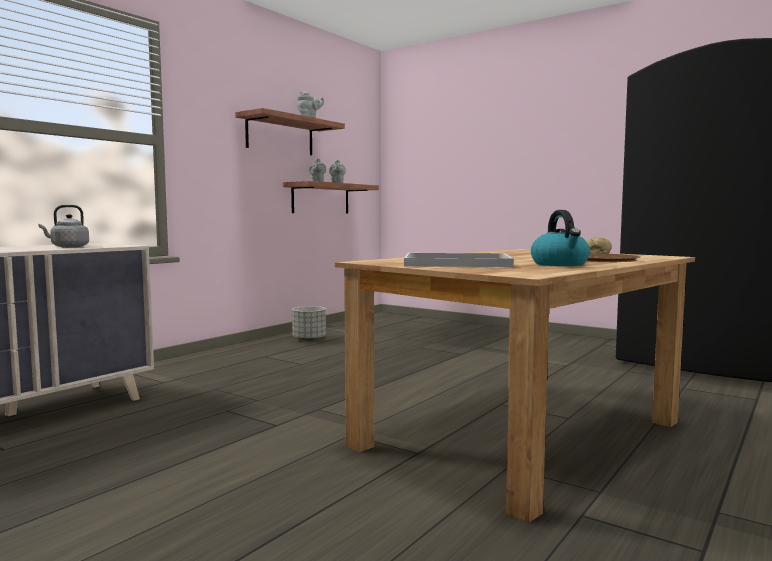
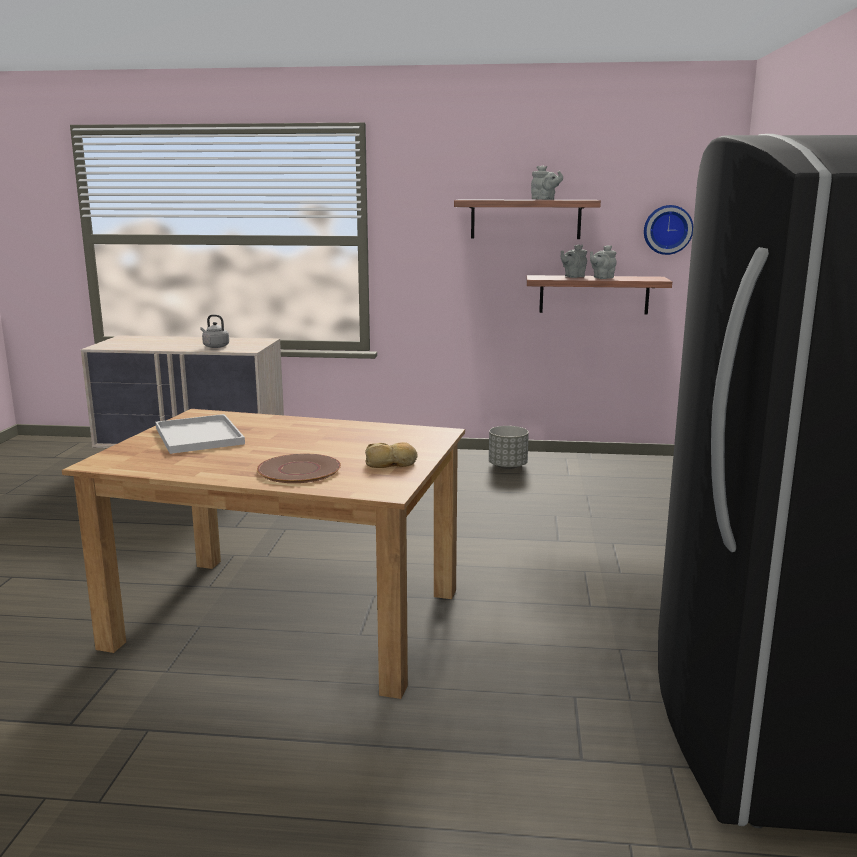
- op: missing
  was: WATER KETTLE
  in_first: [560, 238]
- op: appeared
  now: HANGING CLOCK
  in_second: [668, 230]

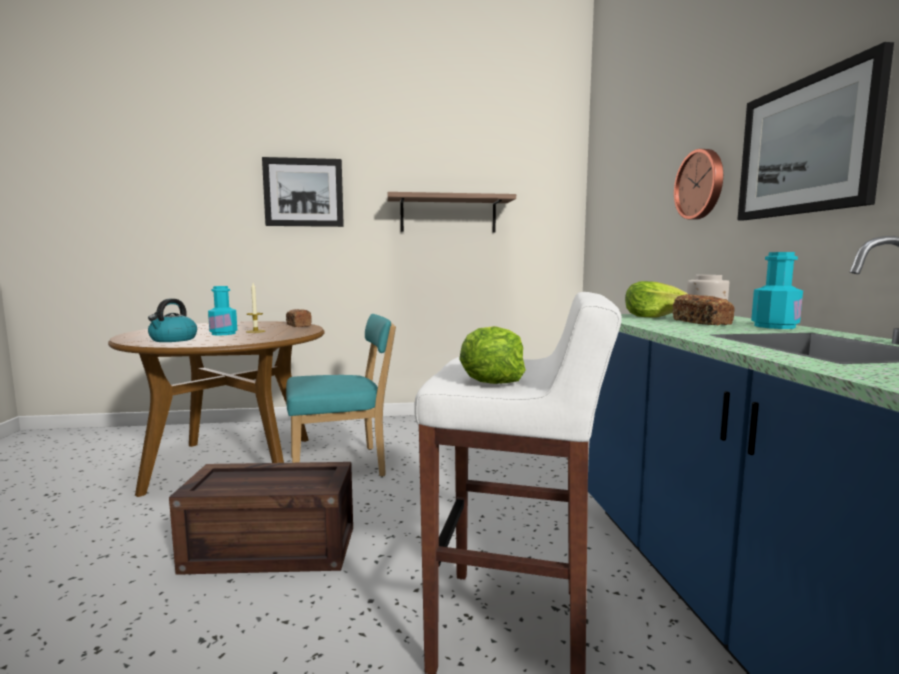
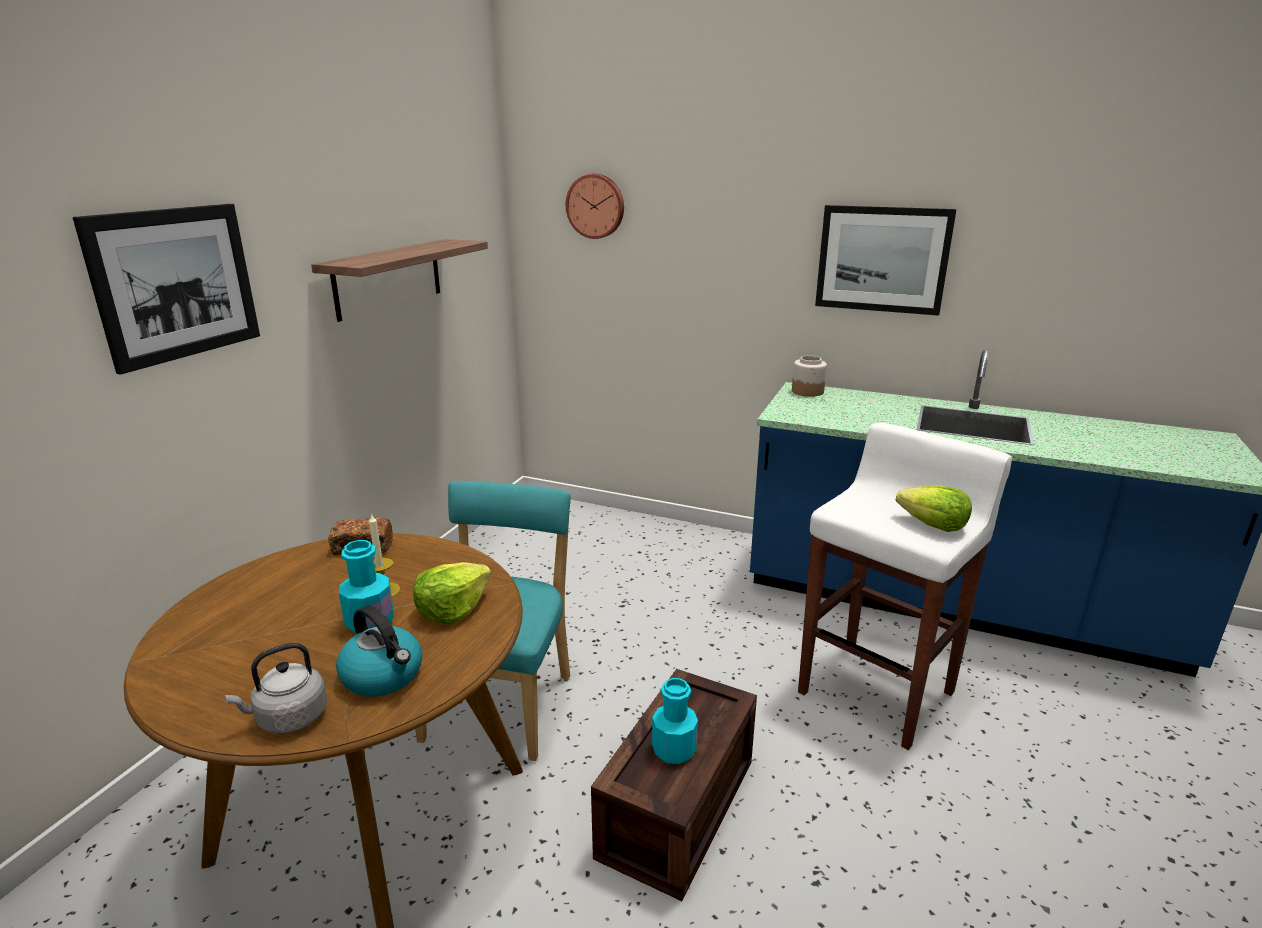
- op: relocated
  was: LETTUCE HEAD
  in_first: [657, 299]
  in_second: [452, 593]
- op: missing
  was: BREAD
  in_first: [704, 309]
- op: relocated
  was: HANGING CLOCK
  in_first: [698, 184]
  in_second: [595, 206]
- op: relocated
  was: TURQUOISE BEVERAGE BOTTLE
  in_first: [777, 290]
  in_second: [675, 721]
- op: appeared
  now: GREYISH WATER KETTLE
  in_second: [276, 688]

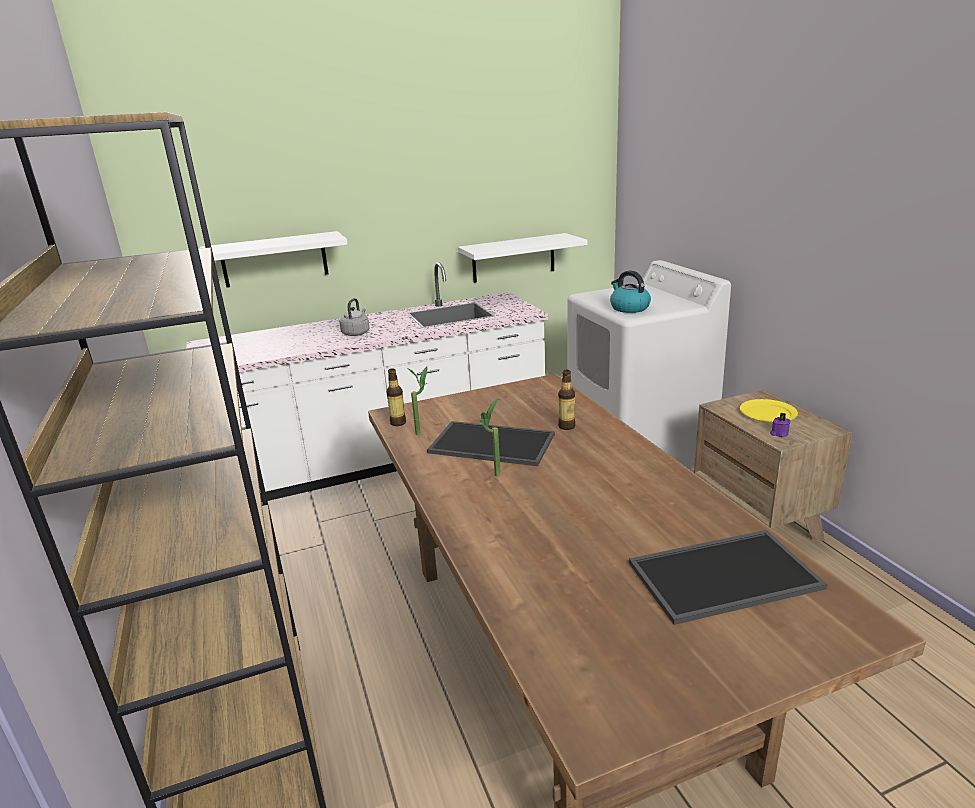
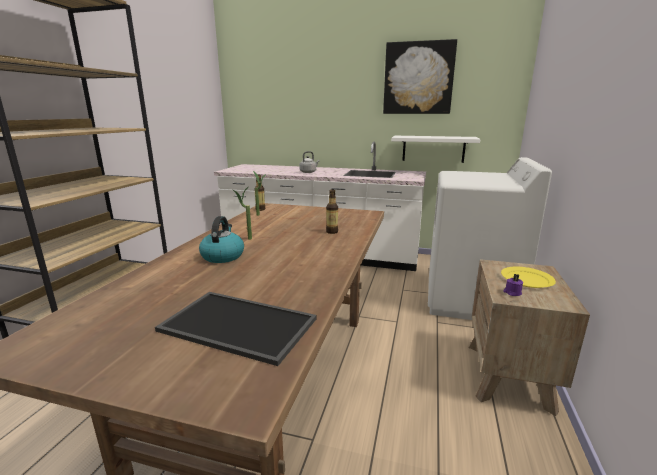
- op: missing
  was: WHITE-COLOURED WALL SHELF
  in_first: [274, 259]
- op: missing
  was: CARRYING TRAY
  in_first: [491, 443]
- op: relocated
  was: WATER KETTLE
  in_first: [630, 291]
  in_second: [221, 239]
- op: appeared
  now: PICTURE
  in_second: [420, 76]

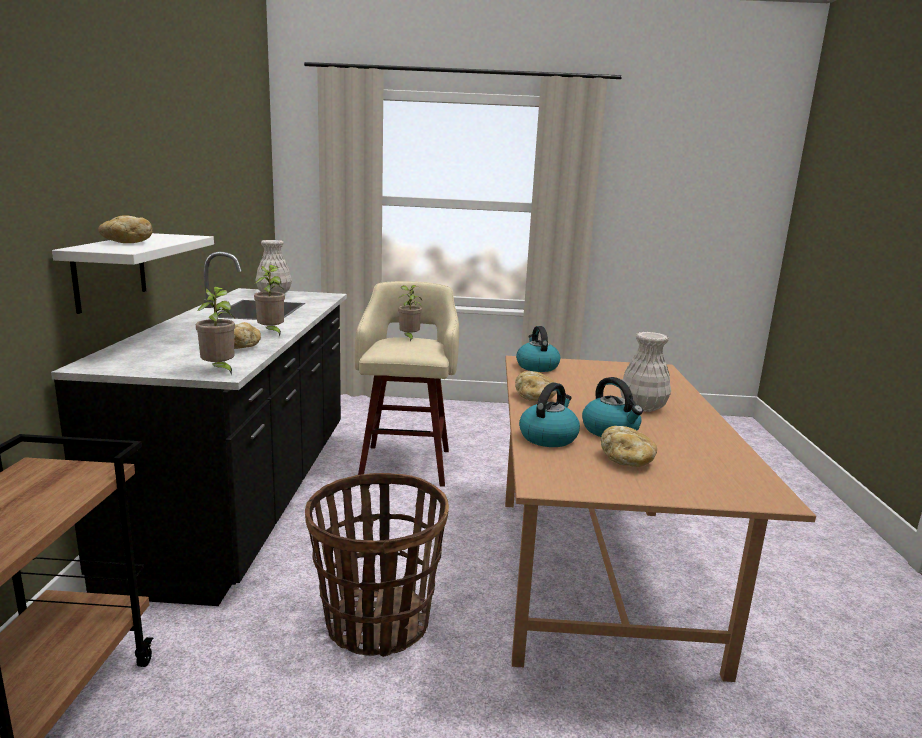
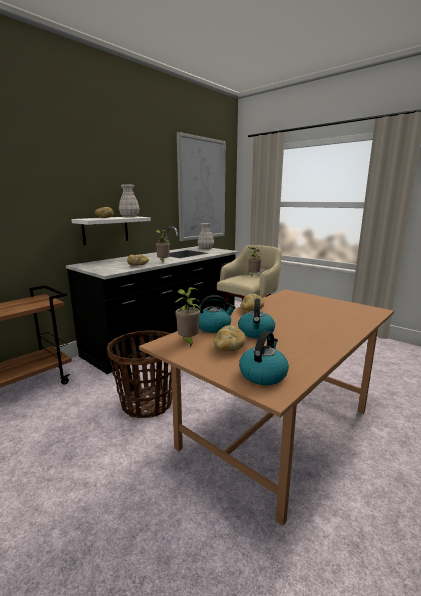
- op: relocated
  was: PLANT IN A POT
  in_first: [215, 331]
  in_second: [187, 317]
- op: relocated
  was: WATER KETTLE
  in_first: [538, 349]
  in_second: [264, 358]
- op: relocated
  was: WHITE-COLOURED DECORATIVE VASE
  in_first: [645, 372]
  in_second: [129, 200]
- op: appeared
  now: PICTURE
  in_second: [201, 186]

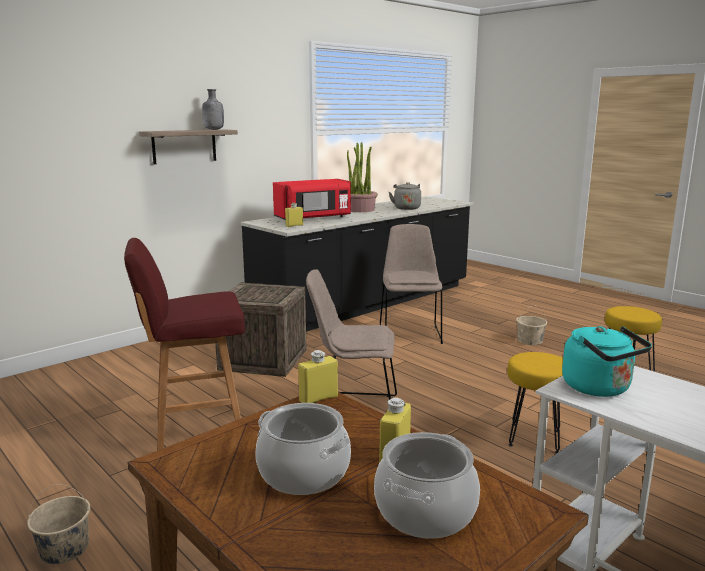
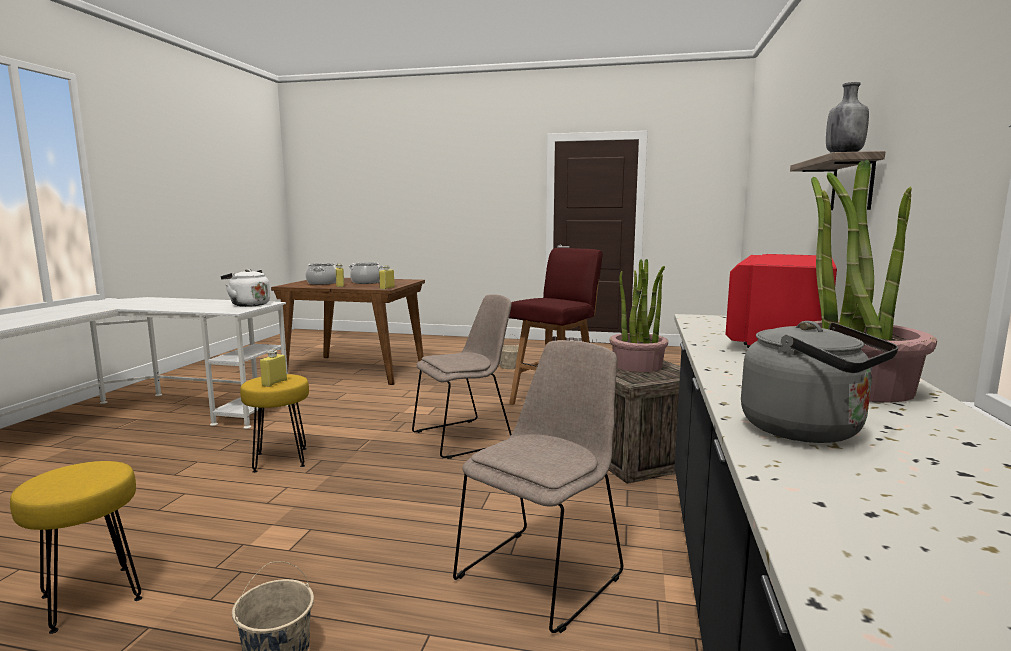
- op: relocated
  was: YELLOWISH BEVERAGE BOTTLE
  in_first: [294, 215]
  in_second: [273, 368]
- op: spun
  was: SAND-COLOURED UPRIGHT CHAIR
  in_first: [411, 284]
  in_second: [538, 486]
  clockwise: -105
- op: colour
  was: TURQUOISE WATER KETTLE
  now: WHITE-COLOURED WATER KETTLE
  in_first: [607, 361]
  in_second: [245, 288]
- op: appeared
  now: PLANT IN A POT
  in_second: [639, 315]

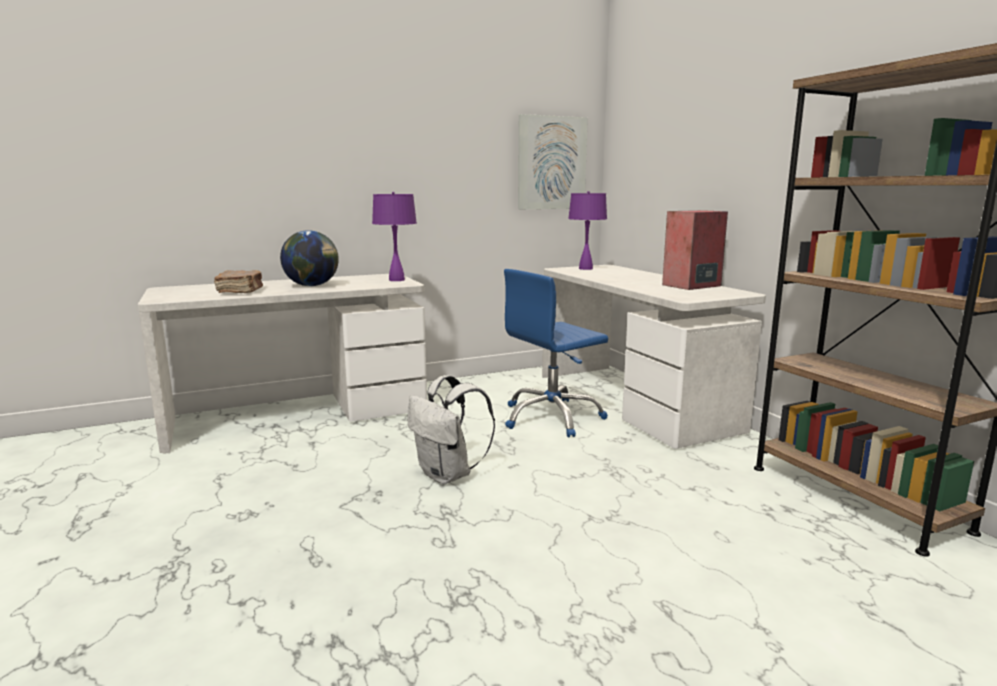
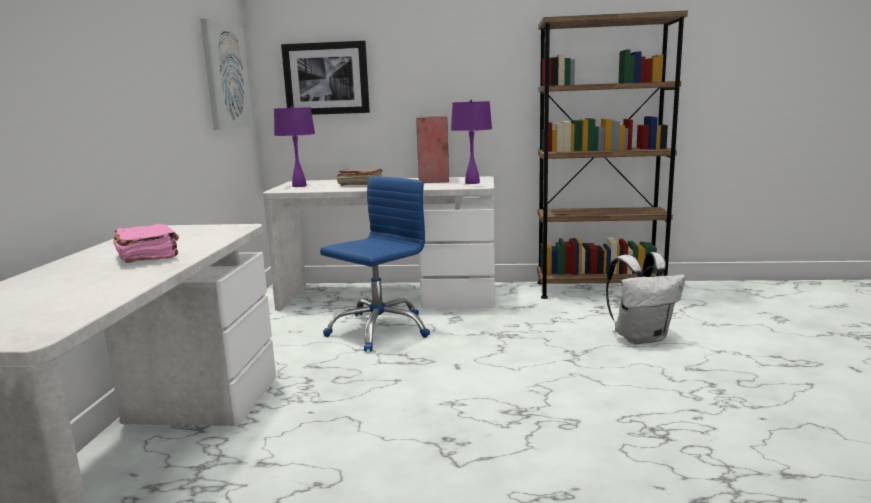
- op: relocated
  was: BROWN-COLOURED VOLUME
  in_first: [238, 281]
  in_second: [360, 177]
- op: exchanged
  was: GLOBE
  now: PINK-COLOURED VOLUME
  in_first: [309, 258]
  in_second: [146, 243]
- op: relocated
  was: PURPLE LAMP FOR A TABLE
  in_first: [394, 236]
  in_second: [471, 142]
- op: relocated
  was: WHITE-COLOURED KNAPSACK
  in_first: [451, 429]
  in_second: [645, 298]
- op: spun
  was: BLUE DESK CHAIR
  in_first: [556, 353]
  in_second: [375, 263]
  clockwise: -135
- op: appeared
  now: PICTURE
  in_second: [325, 78]

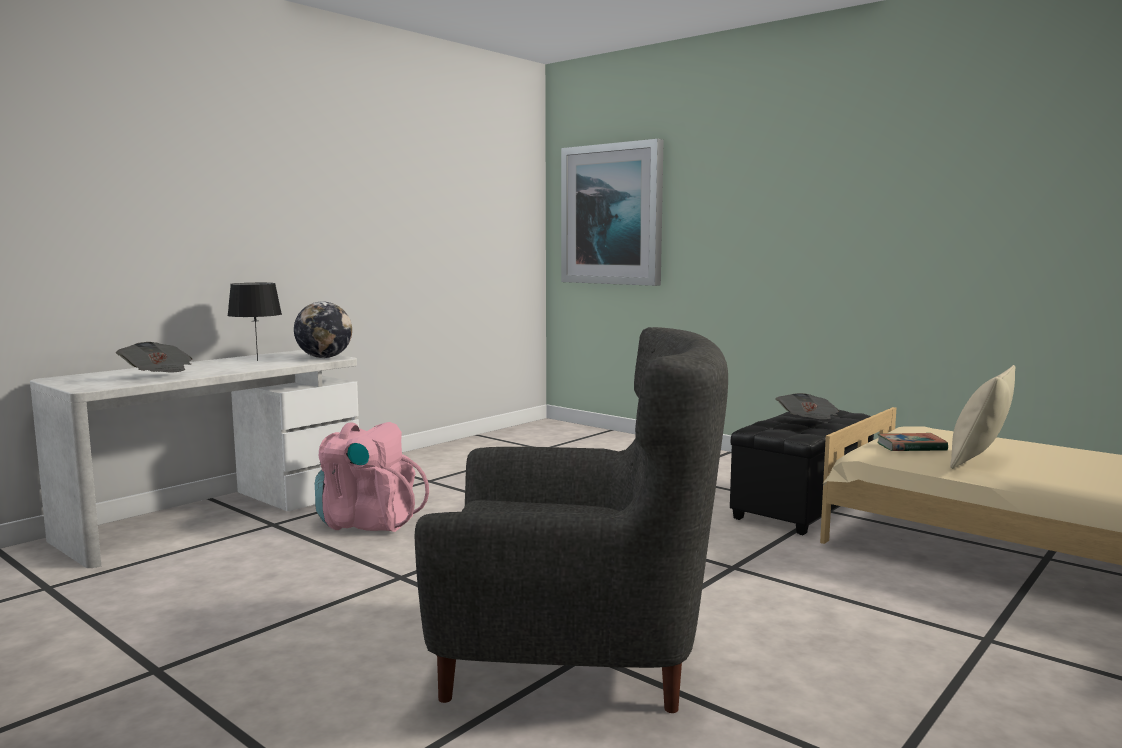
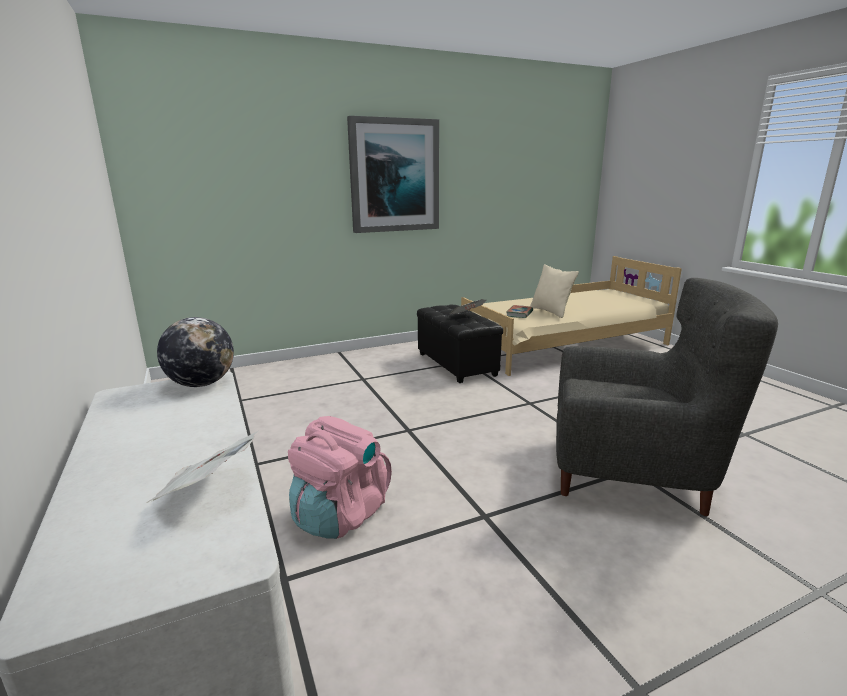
- op: missing
  was: BLACK LAMP FOR A TABLE
  in_first: [254, 322]
- op: spun
  was: GREYISH ARMCHAIR
  in_first: [571, 520]
  in_second: [667, 397]
  clockwise: 75
- op: relocated
  was: PICTURE
  in_first: [612, 212]
  in_second: [393, 174]

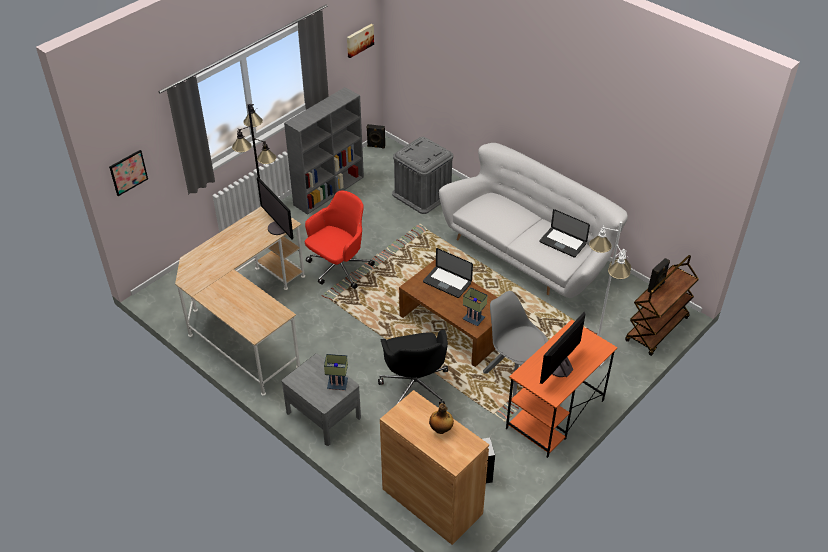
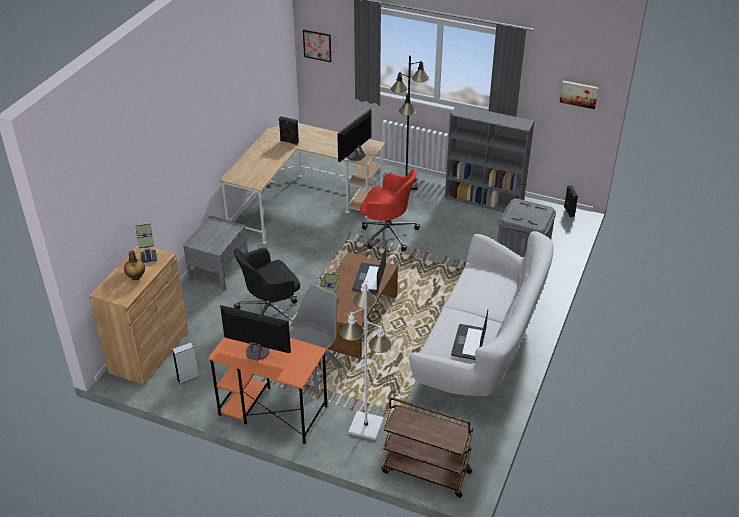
- op: relocated
  was: LAMP FOR A TABLE
  in_first: [336, 372]
  in_second: [146, 244]
- op: relocated
  was: BLACK AUDIO SPEAKER
  in_first: [659, 276]
  in_second: [289, 130]

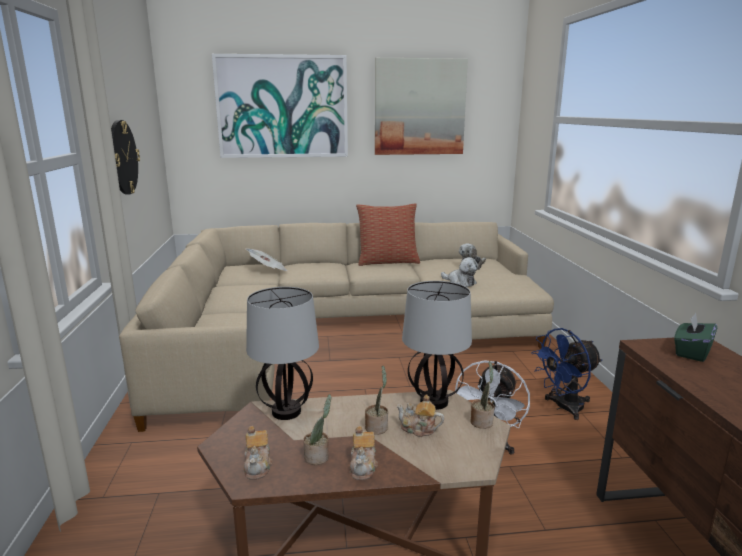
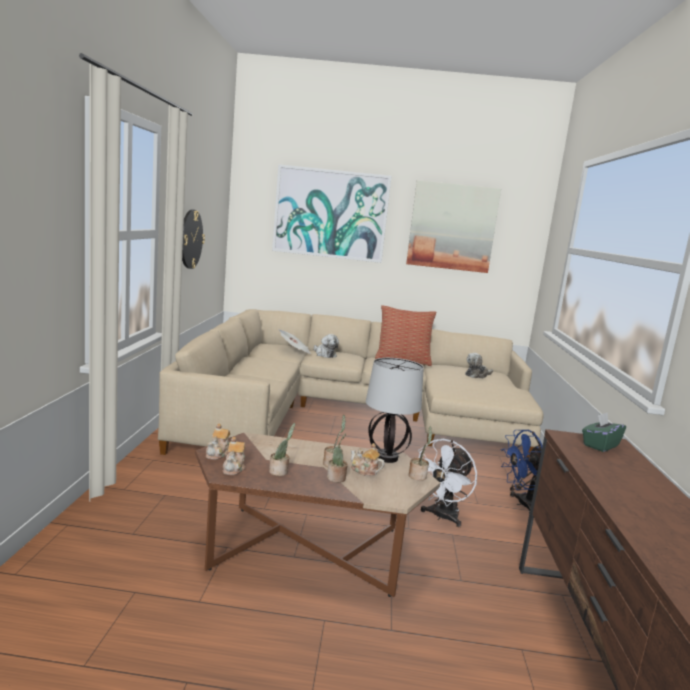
- op: missing
  was: LAMP FOR A TABLE
  in_first: [282, 353]
- op: relocated
  was: POT FOR TEA
  in_first: [364, 453]
  in_second: [218, 442]
- op: relocated
  was: SOFT TOY
  in_first: [459, 272]
  in_second: [326, 346]
- op: appeared
  now: PLANT IN A POT
  in_second: [337, 458]

